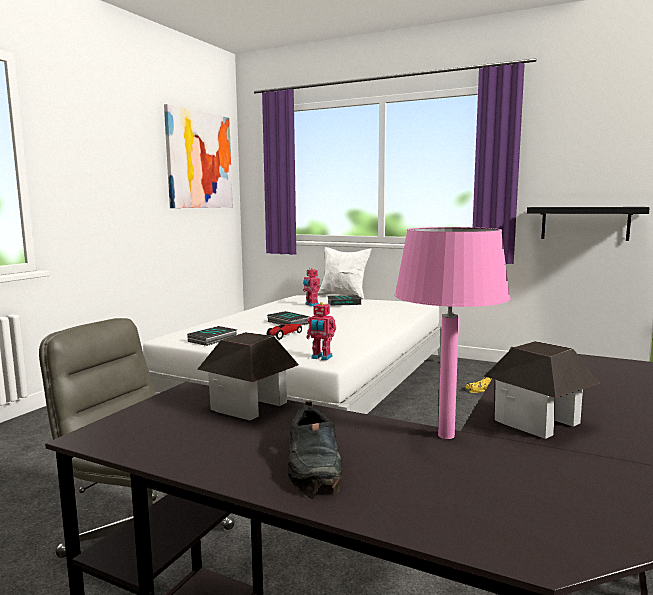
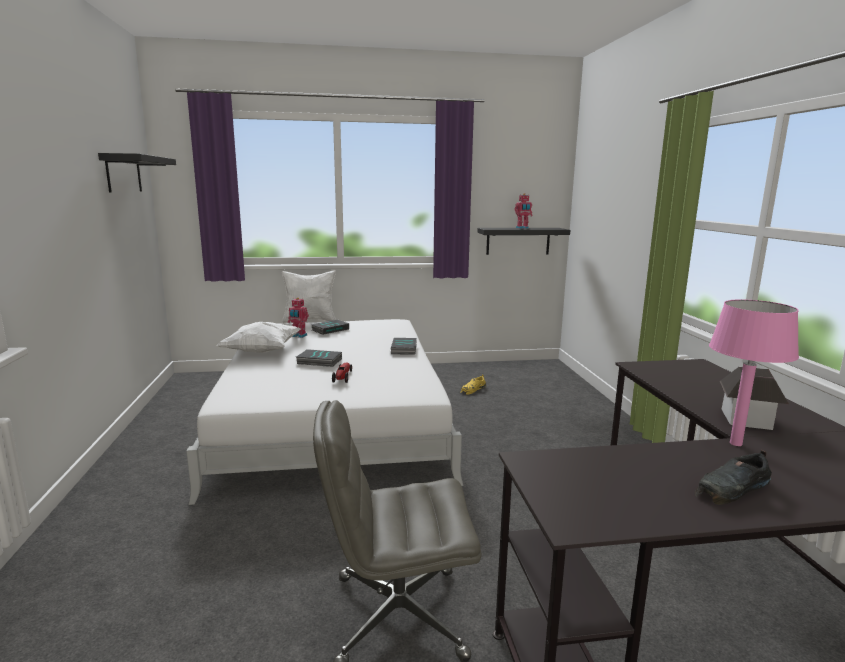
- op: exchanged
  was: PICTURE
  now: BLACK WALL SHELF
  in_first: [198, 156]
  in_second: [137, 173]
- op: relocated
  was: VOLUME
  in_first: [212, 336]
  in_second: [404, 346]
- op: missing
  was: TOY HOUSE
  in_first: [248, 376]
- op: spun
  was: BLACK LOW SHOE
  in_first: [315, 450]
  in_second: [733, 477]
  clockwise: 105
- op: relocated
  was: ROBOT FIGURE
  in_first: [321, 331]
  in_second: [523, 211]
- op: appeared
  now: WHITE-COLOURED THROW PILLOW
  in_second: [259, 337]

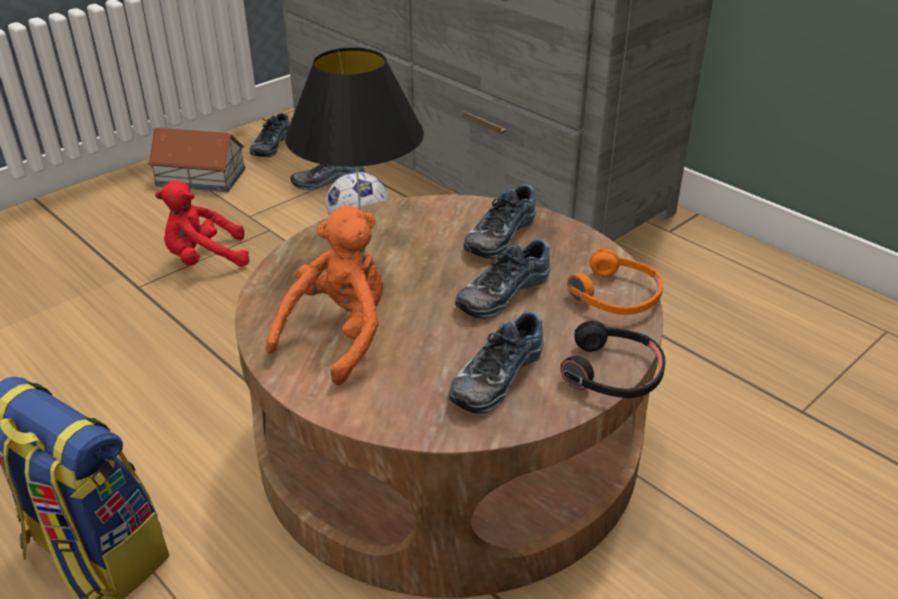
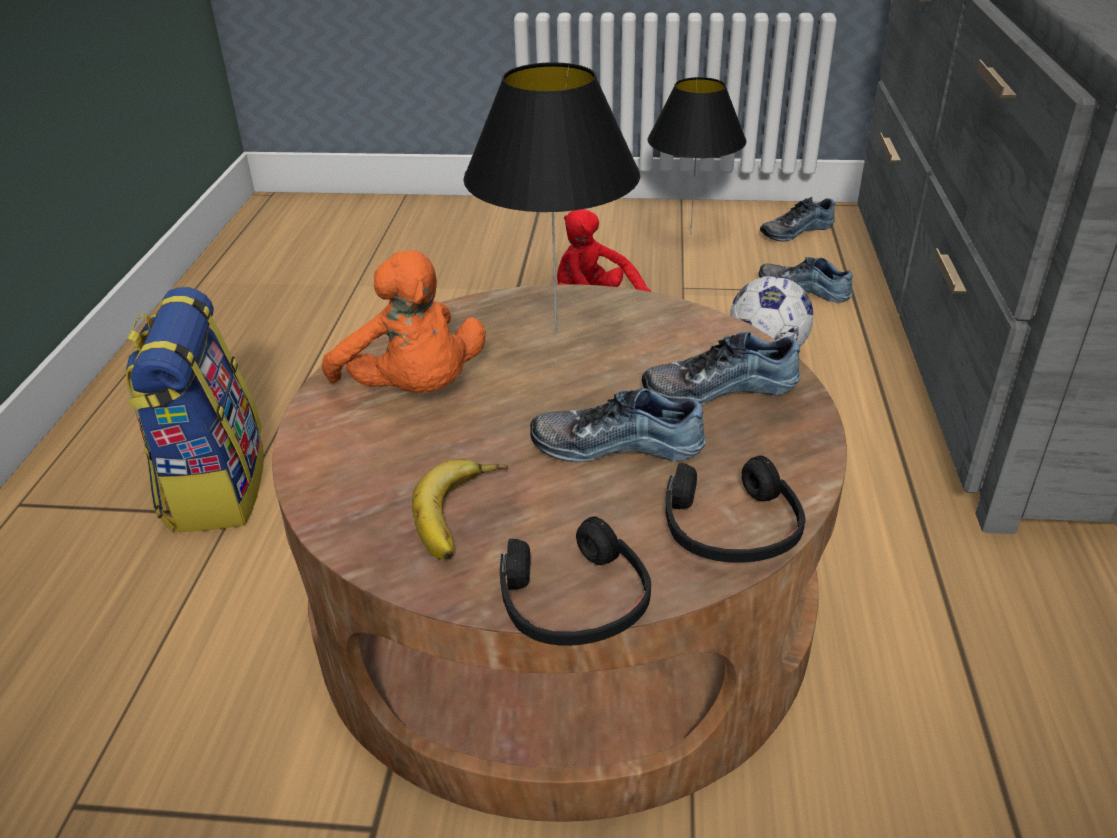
- op: exchanged
  was: TOY HOUSE
  now: BLACK LAMP FOR A TABLE
  in_first: [196, 160]
  in_second: [697, 155]
- op: spun
  was: ORANGE-COLOURED SOFT TOY
  in_first: [324, 295]
  in_second: [404, 321]
  clockwise: 60
- op: exchanged
  was: LOW SHOE
  now: WHOLE BANANA
  in_first: [496, 362]
  in_second: [460, 509]
- op: colour
  was: ORANGE-COLOURED HEADPHONES
  now: BLACK HEADPHONES
  in_first: [615, 282]
  in_second: [736, 509]

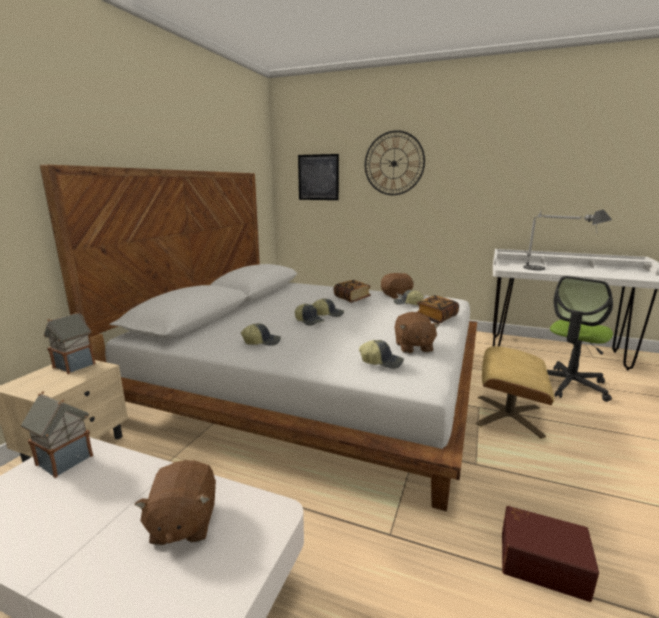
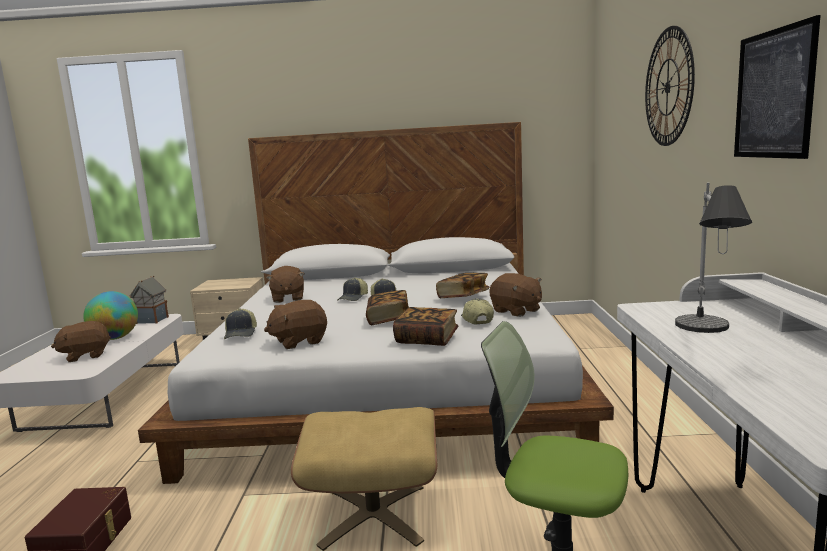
- op: missing
  was: TOY HOUSE
  in_first: [69, 343]
- op: exchanged
  was: CAP
  now: BROWN-COLOURED SOFT TOY
  in_first: [261, 334]
  in_second: [285, 284]
- op: relocated
  was: PICTURE
  in_first: [318, 177]
  in_second: [777, 87]
- op: appeared
  now: GLOBE
  in_second: [110, 315]
- op: appeared
  now: VOLUME
  in_second: [387, 307]

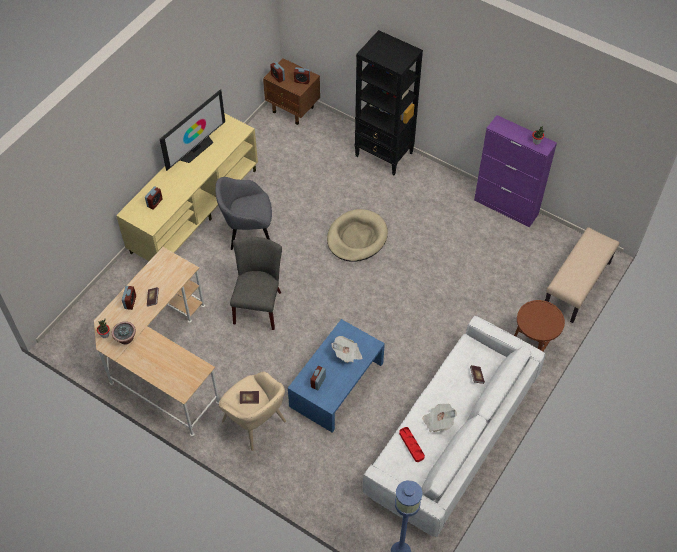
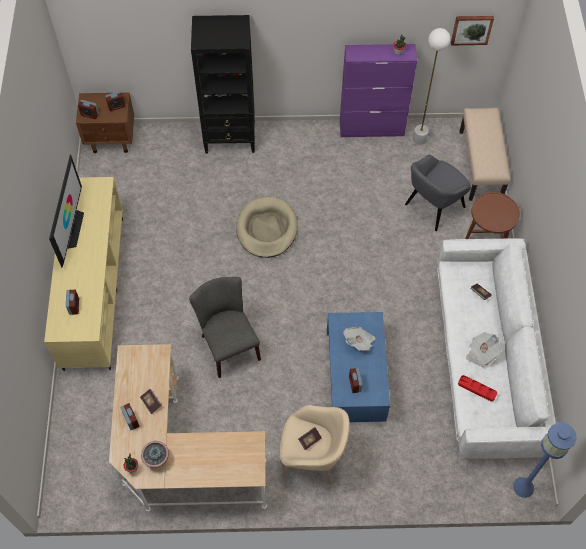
- op: relocated
  was: GREYISH ARMCHAIR
  in_first: [243, 213]
  in_second: [438, 193]
- op: appeared
  now: WHITE-COLOURED FLOOR LAMP
  in_second: [432, 86]
- op: appeared
  now: PICTURE
  in_second: [472, 30]

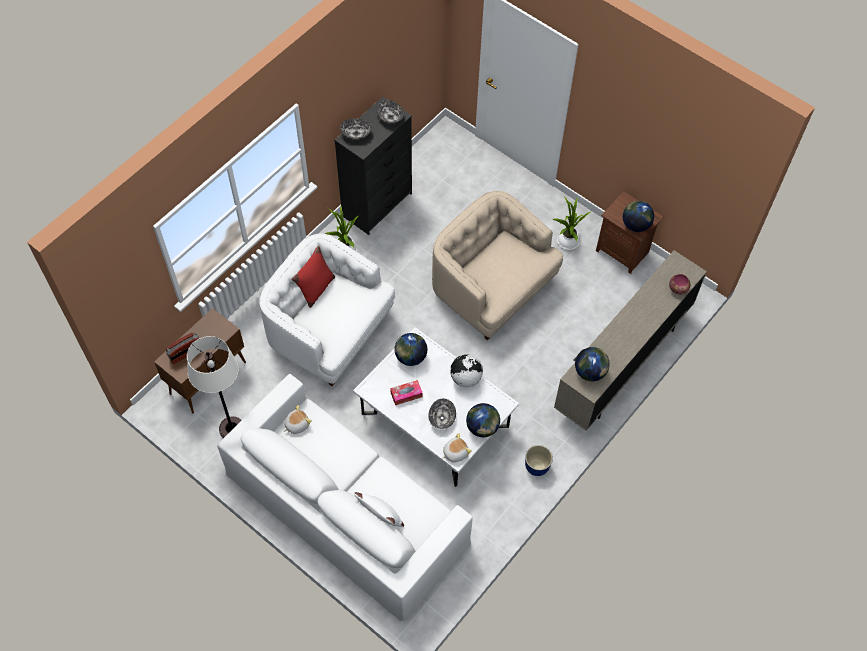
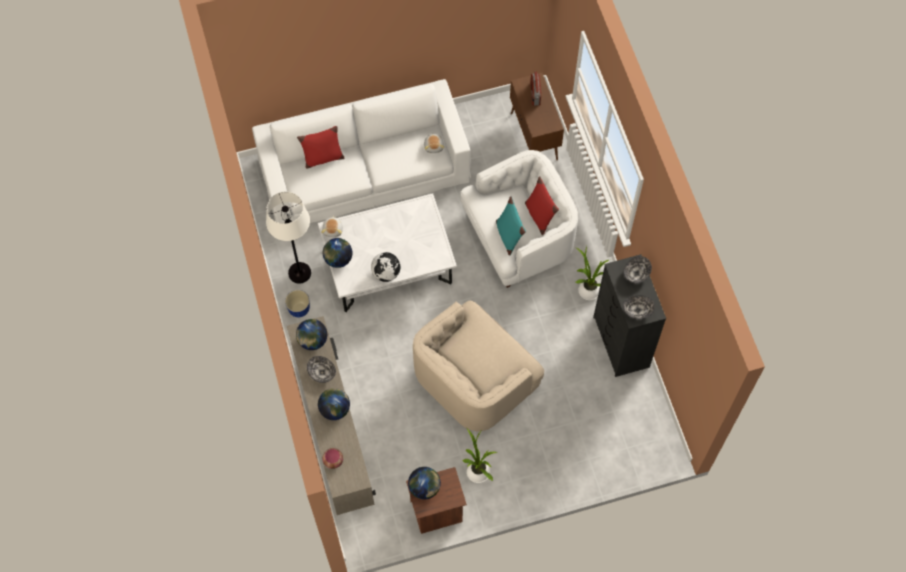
- op: relocated
  was: WHITE-COLOURED FLOOR LAMP
  in_first: [214, 387]
  in_second: [288, 238]
- op: colour
  was: WHITE-COLOURED THROW PILLOW
  now: RED-COLOURED THROW PILLOW
  in_first: [379, 509]
  in_second: [321, 147]
- op: missing
  was: TISSUE HOLDER
  in_first: [406, 392]
- op: relocated
  was: GLOBE
  in_first: [410, 349]
  in_second: [334, 404]
- op: relocated
  was: DEEP DISH
  in_first: [442, 414]
  in_second: [321, 369]
- op: spun
  was: SAND-COLOURED ARMCHAIR
  in_first: [497, 265]
  in_second: [478, 366]
  clockwise: 150
- op: appeared
  now: TURQUOISE THROW PILLOW
  in_second: [511, 226]

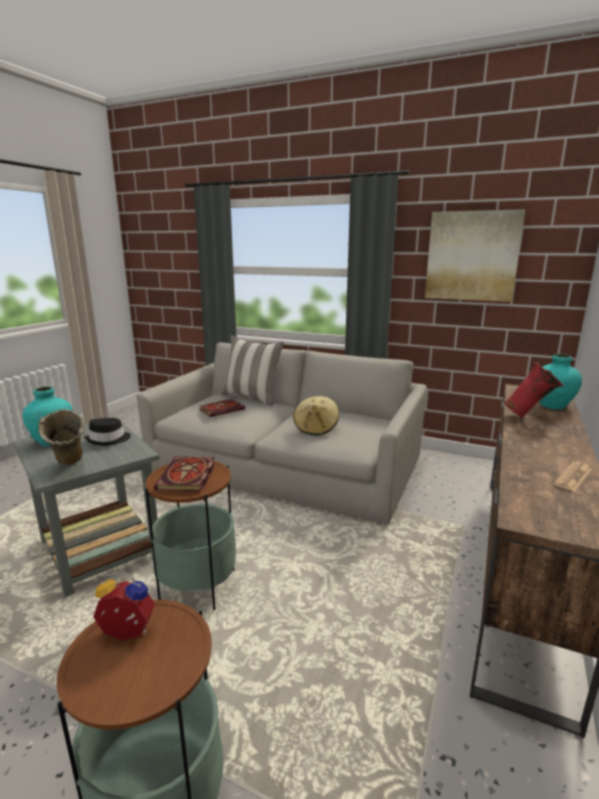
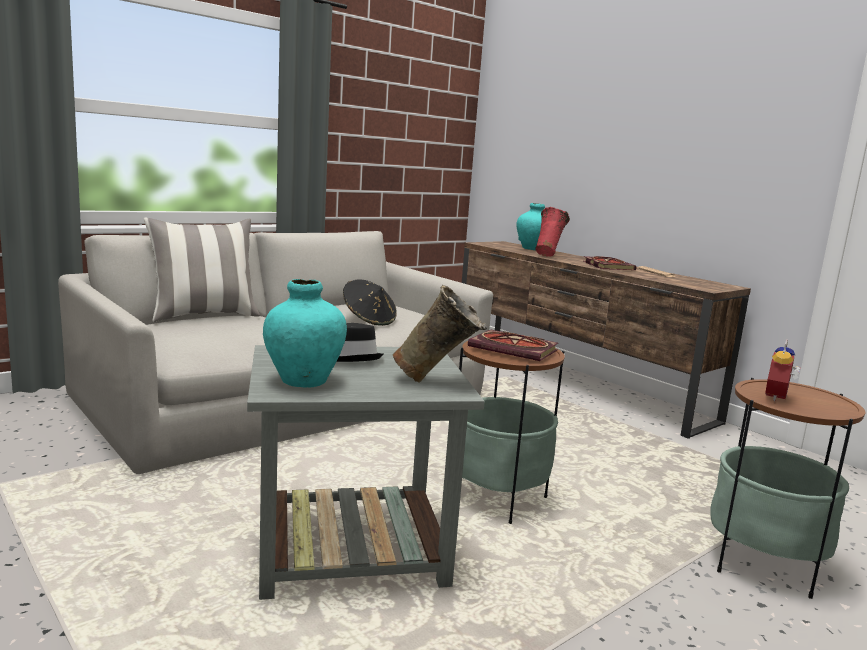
- op: relocated
  was: VOLUME
  in_first: [222, 408]
  in_second: [610, 263]
- op: colour
  was: SAND-COLOURED WEARABLE HAT
  now: BLACK WEARABLE HAT
  in_first: [316, 416]
  in_second: [370, 302]
- op: missing
  was: PICTURE
  in_first: [475, 255]

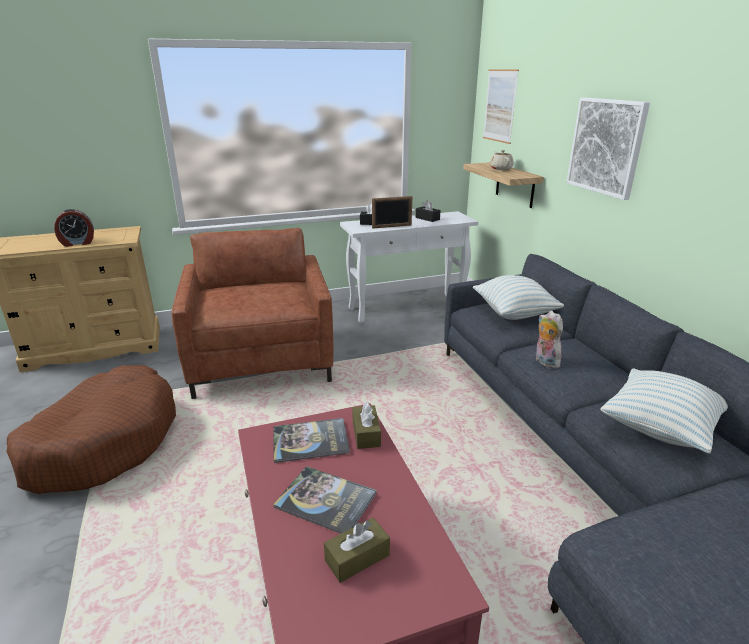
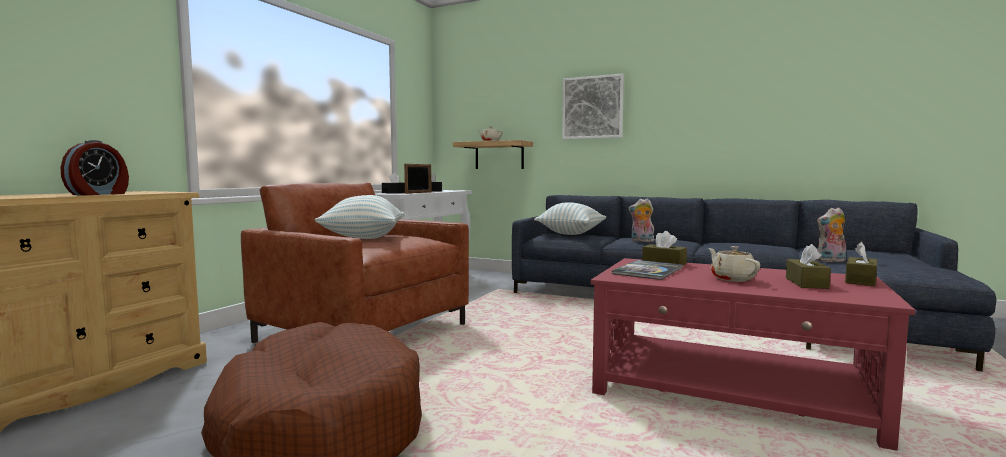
- op: exchanged
  was: VOLUME
  now: SAND-COLOURED POT FOR TEA
  in_first: [325, 500]
  in_second: [734, 264]
- op: missing
  was: PICTURE
  in_first: [501, 106]
- op: relocated
  was: THROW PILLOW
  in_first: [664, 411]
  in_second: [359, 217]
- op: appeared
  now: SOFT TOY
  in_second: [831, 234]
- op: appeared
  now: BROWN-COLOURED TISSUE HOLDER
  in_second: [861, 264]

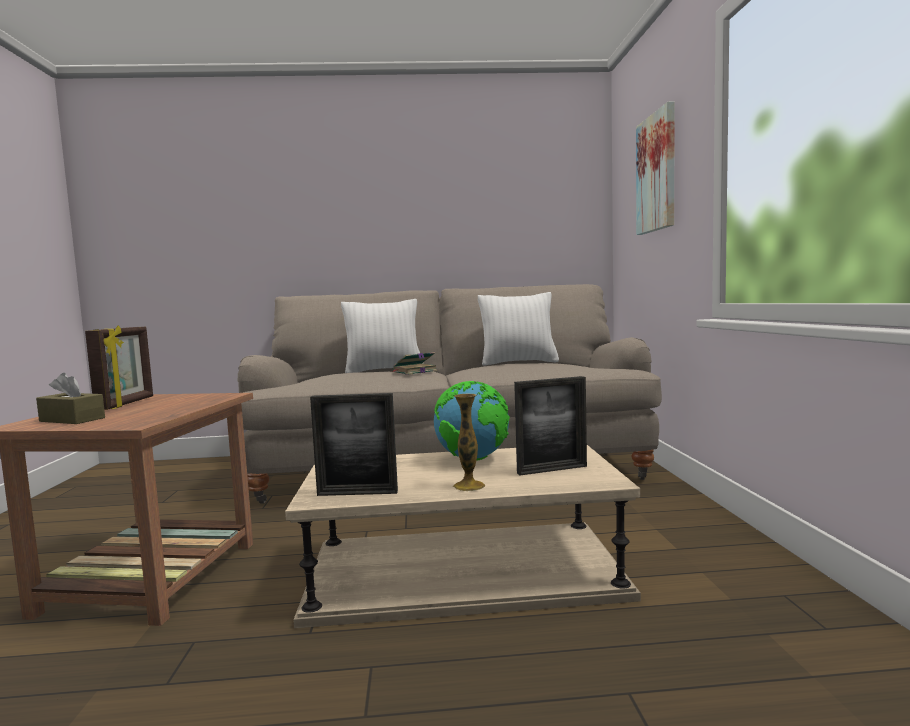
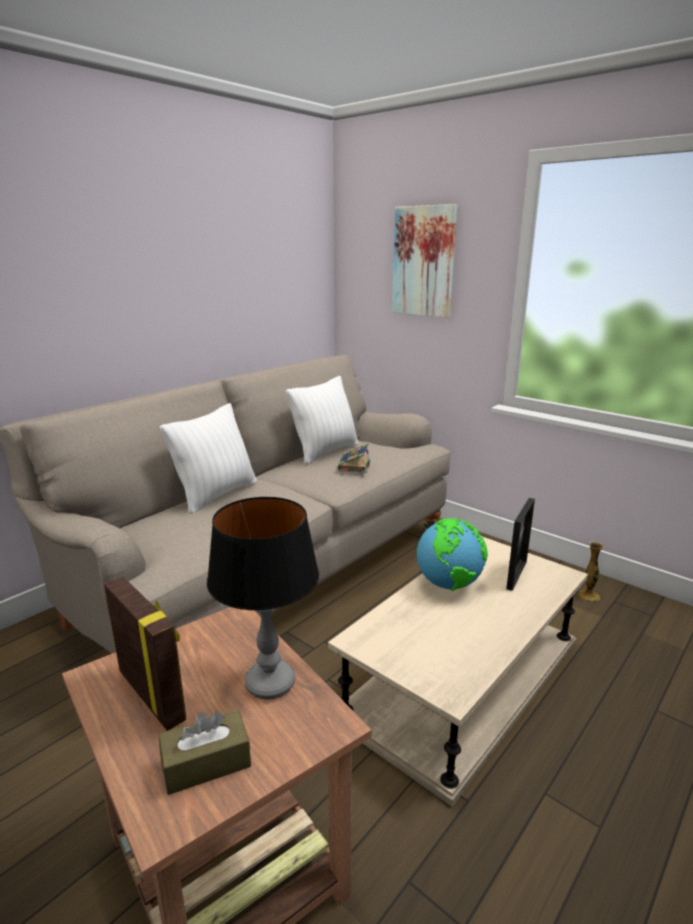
- op: missing
  was: STANDING FRAME
  in_first: [354, 444]
- op: relocated
  was: VOLUME
  in_first: [413, 363]
  in_second: [354, 458]
- op: relocated
  was: DECORATIVE VASE
  in_first: [469, 442]
  in_second: [591, 571]
- op: appeared
  now: LAMP FOR A TABLE
  in_second: [263, 598]

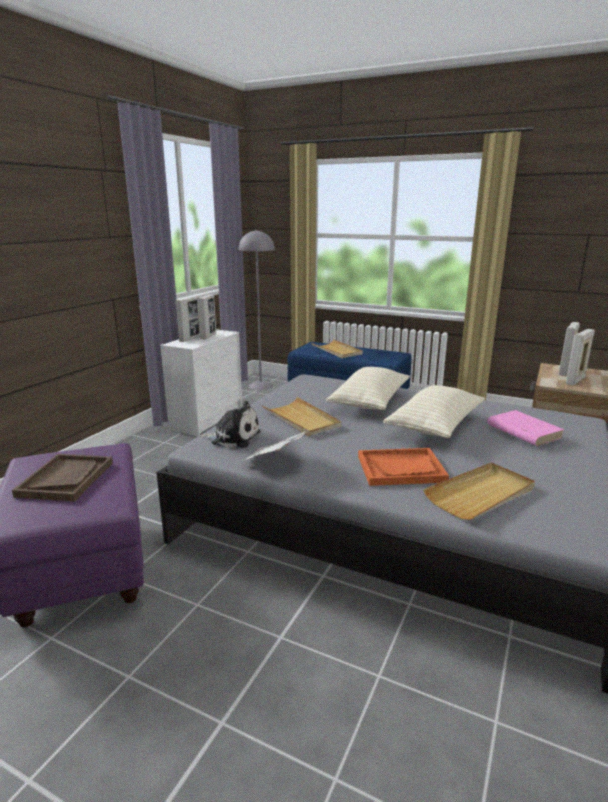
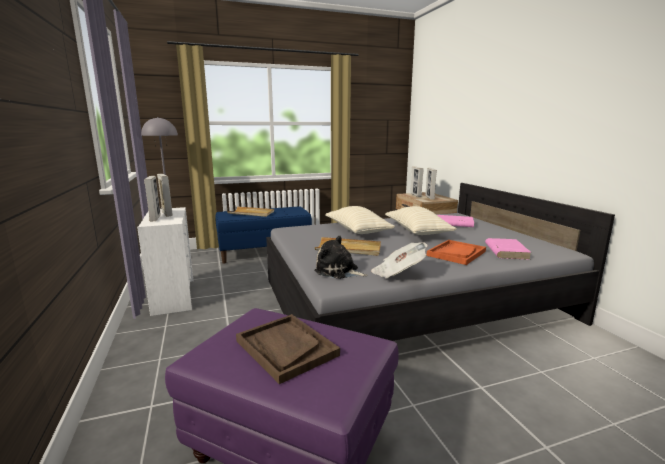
- op: spun
  was: SOFT TOY
  in_first: [230, 424]
  in_second: [341, 257]
  clockwise: -120
- op: exchanged
  was: SAND-COLOURED CARRYING TRAY
  now: PINK-COLOURED VOLUME
  in_first: [479, 491]
  in_second: [508, 249]

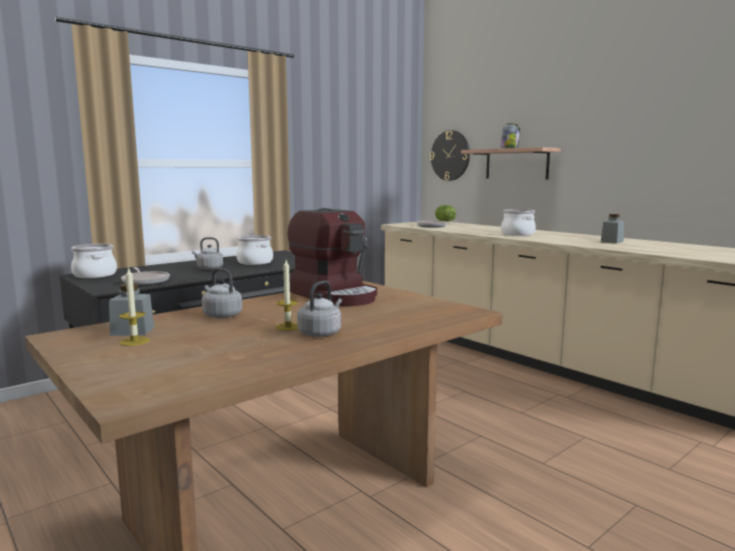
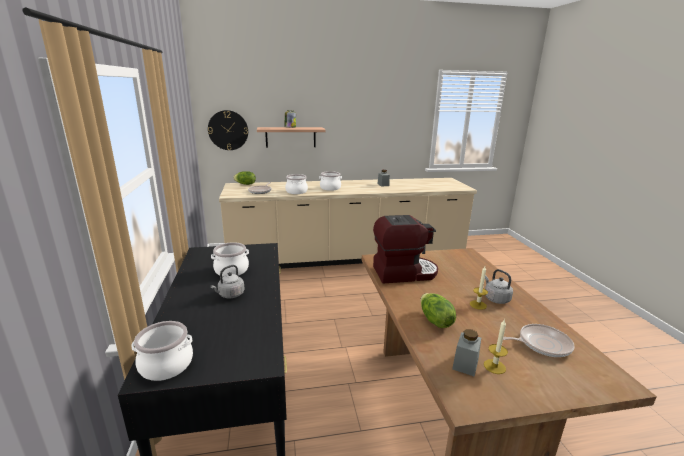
- op: relocated
  was: PAN
  in_first: [145, 276]
  in_second: [539, 340]
- op: exchanged
  was: GREYISH WATER KETTLE
  now: LETTUCE HEAD
  in_first: [222, 293]
  in_second: [438, 310]
- op: appeared
  now: COOKING POT
  in_second: [296, 184]

